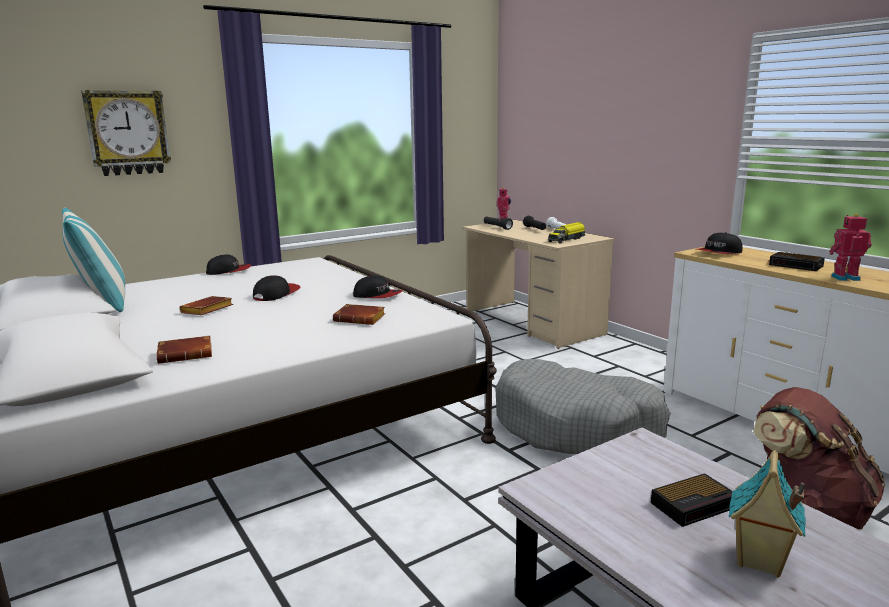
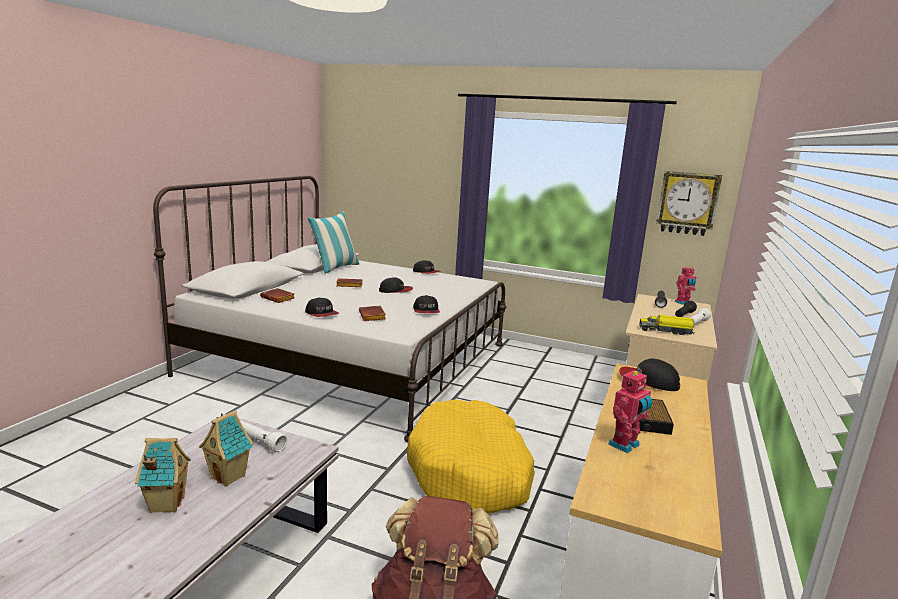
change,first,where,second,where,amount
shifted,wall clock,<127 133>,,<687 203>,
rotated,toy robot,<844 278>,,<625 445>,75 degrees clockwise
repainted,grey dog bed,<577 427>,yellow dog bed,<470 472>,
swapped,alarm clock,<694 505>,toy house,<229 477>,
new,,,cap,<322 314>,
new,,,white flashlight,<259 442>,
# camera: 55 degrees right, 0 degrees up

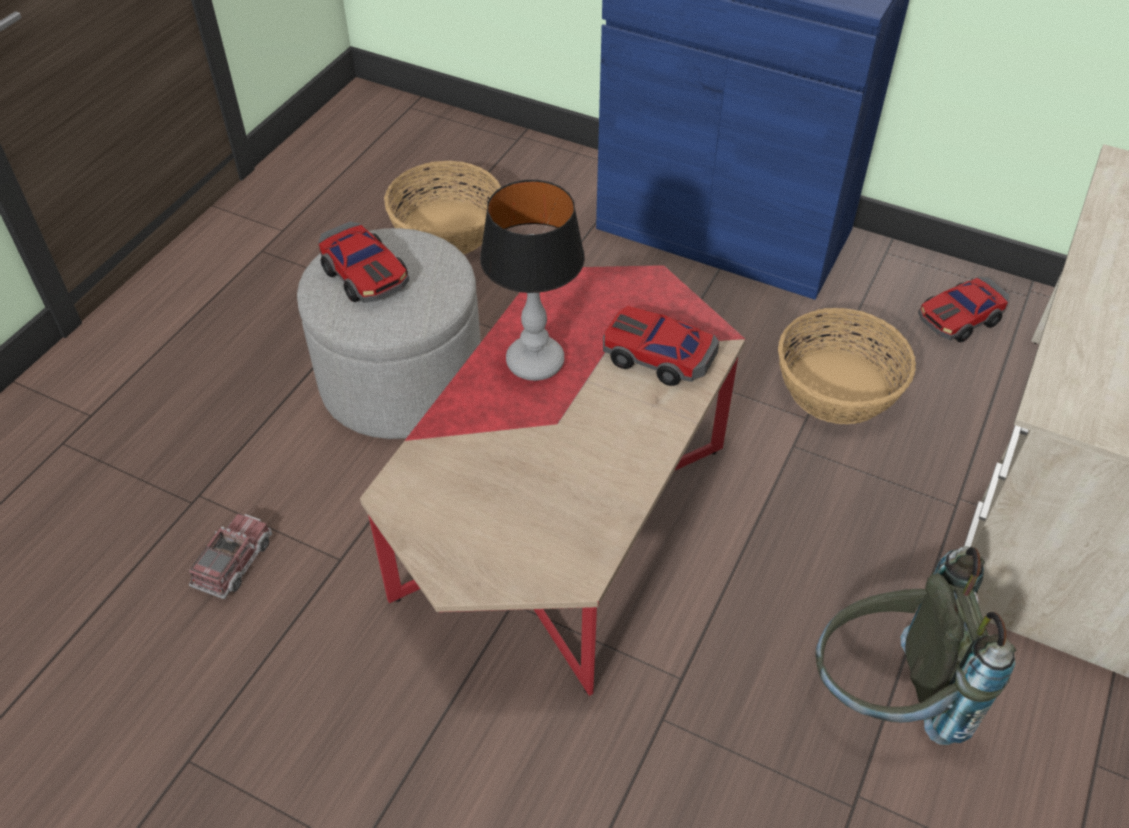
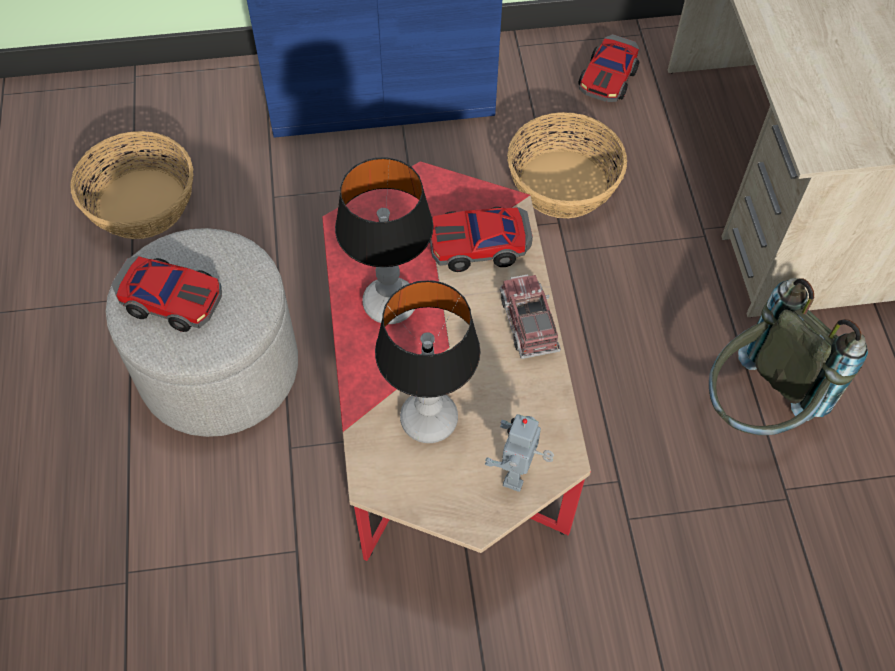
change,first,where,second,where,amount
shifted,toy truck,<234 563>,,<528 323>,
new,,,table lamp,<430 420>,
new,,,toy robot,<519 474>,
# camera: 35 degrees left, 10 degrees up

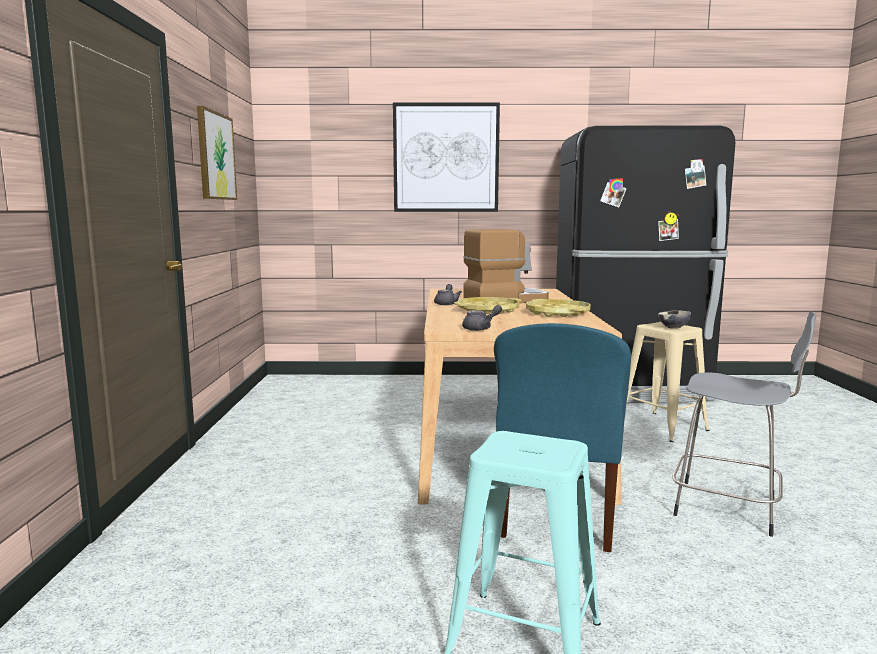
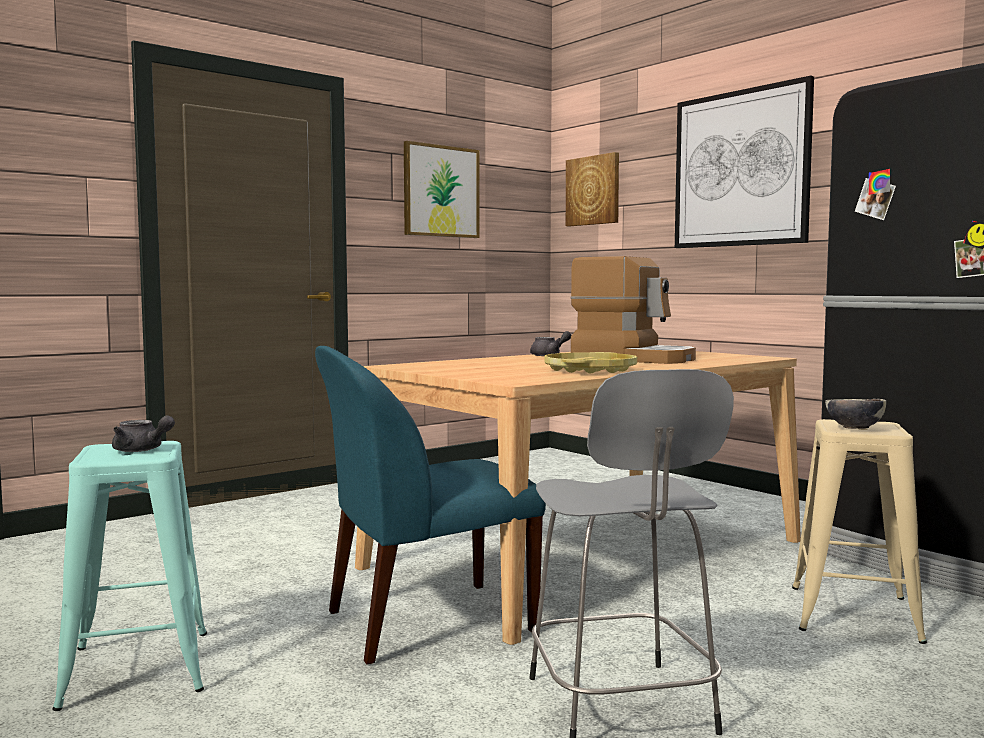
change,first,where,second,where,amount
gone,yellow tray,<487 310>,,,
shifted,grey teapot,<481 328>,,<142 450>,
new,,,picture,<593 190>,
# camera: 50 degrees right, 5 degrees down

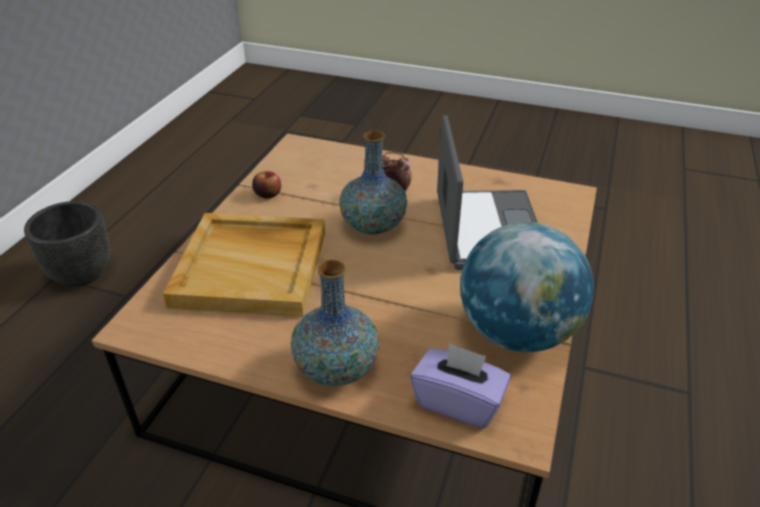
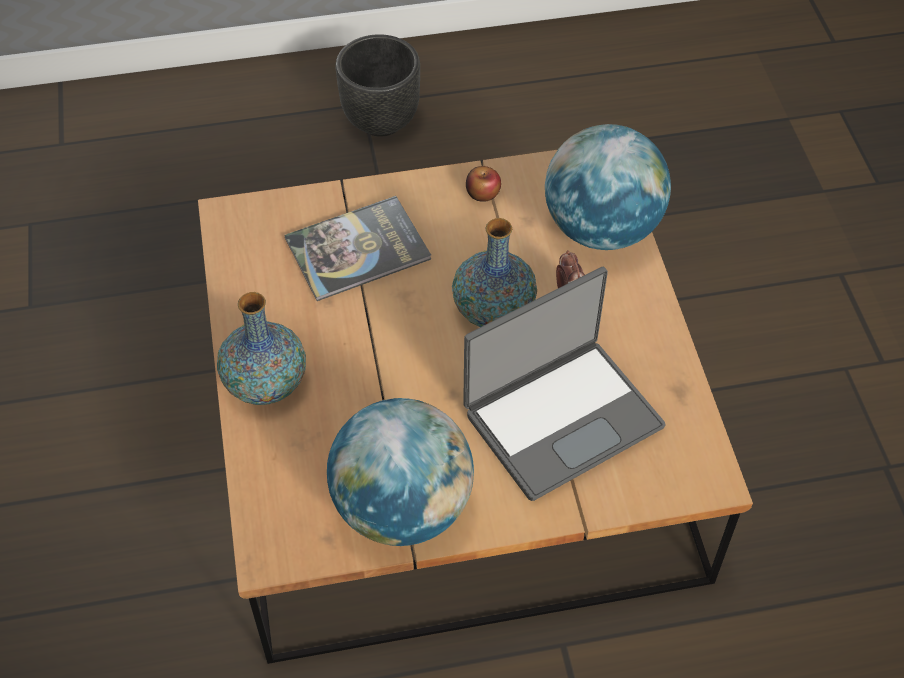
change,first,where,second,where,amount
swapped,beige tray,<253 267>,book,<357 249>,
gone,purple tissue box,<458 402>,,,
new,,,globe,<601 228>,
# camera: 60 degrees right, 15 degrees up

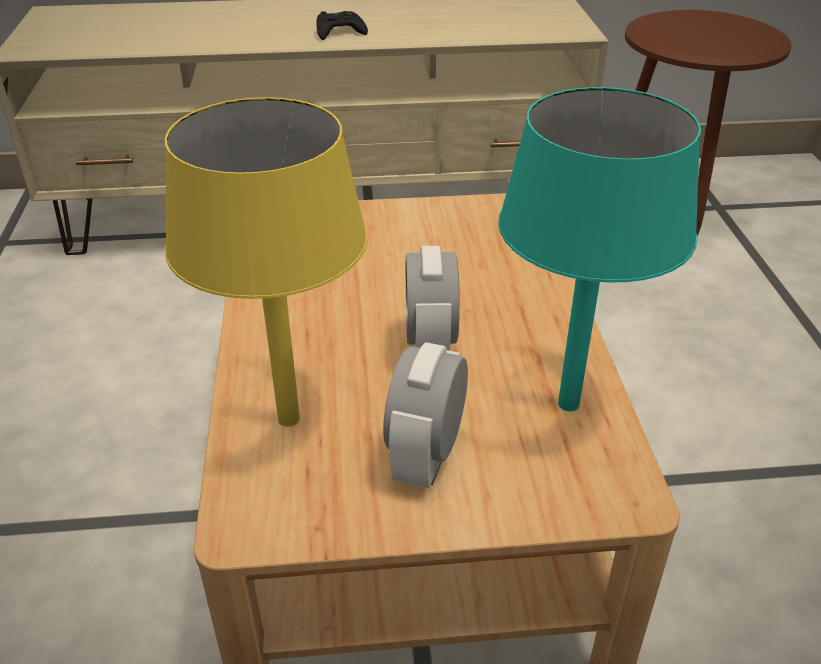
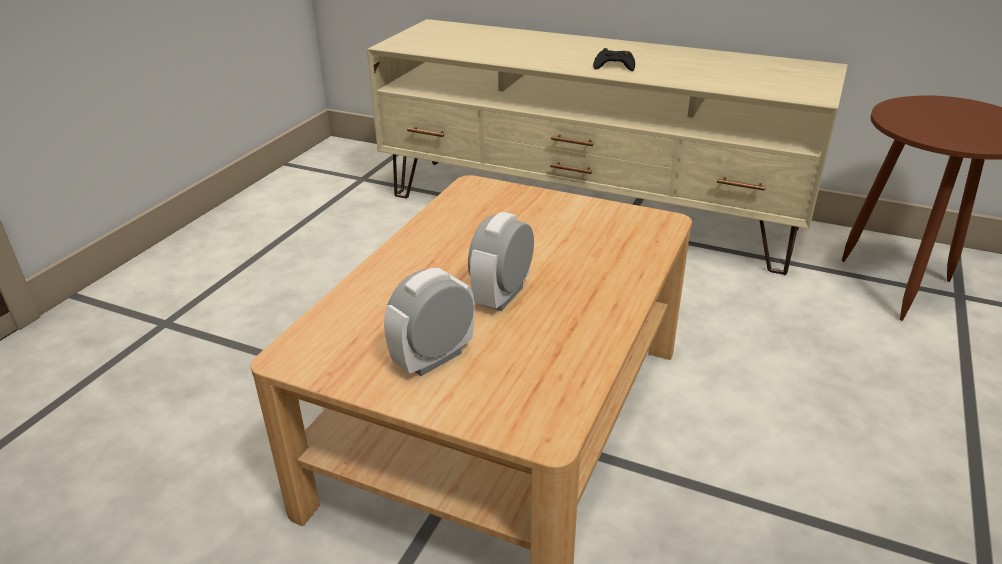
change,first,where,second,where,amount
gone,turquoise table lamp,<569 404>,,,
gone,yellow table lamp,<288 418>,,,
# camera: 30 degrees right, 5 degrees down

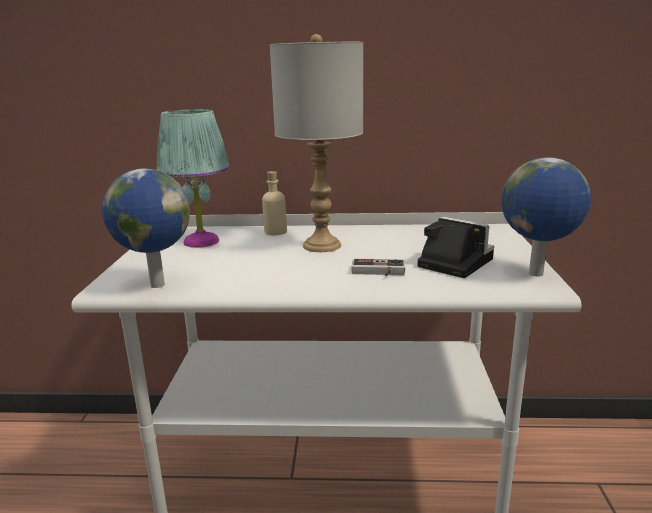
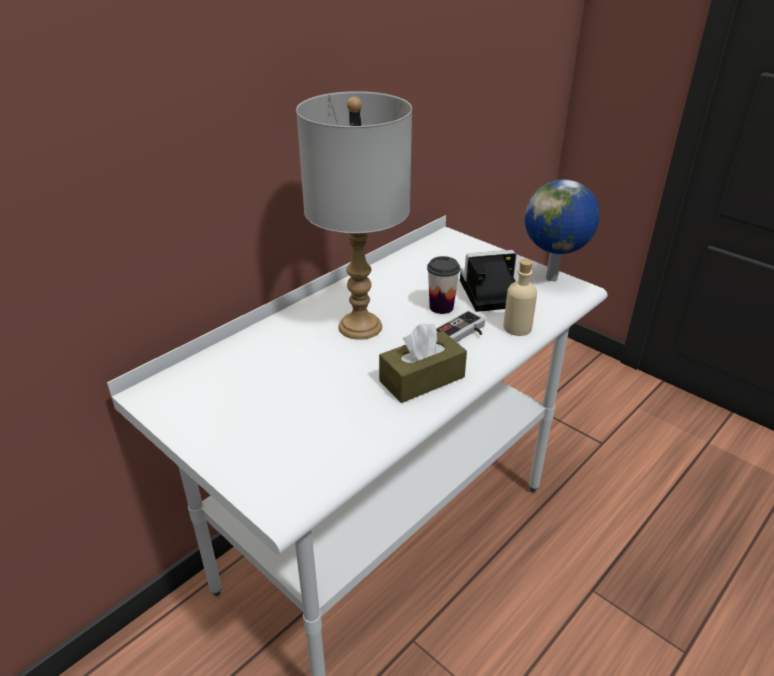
change,first,where,second,where,amount
gone,turquoise table lamp,<202 241>,,,
gone,globe,<156 285>,,,
shifted,beige bottle,<275 232>,,<517 328>,
new,,,cup,<441 307>,
new,,,brown tissue box,<422 379>,
# camera: 50 degrees left, 15 degrees up

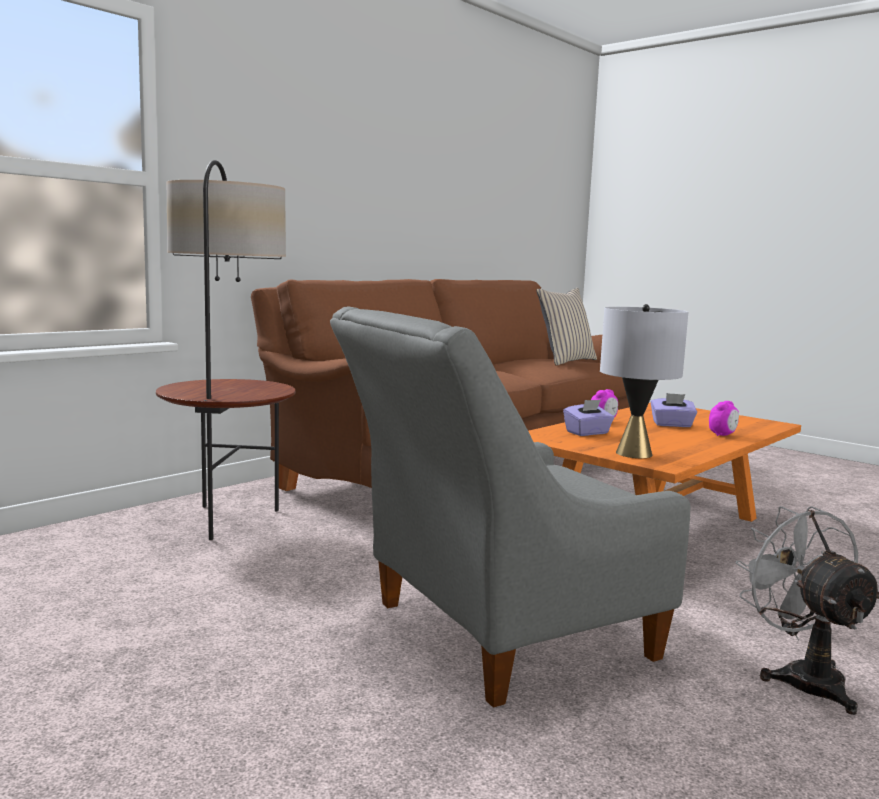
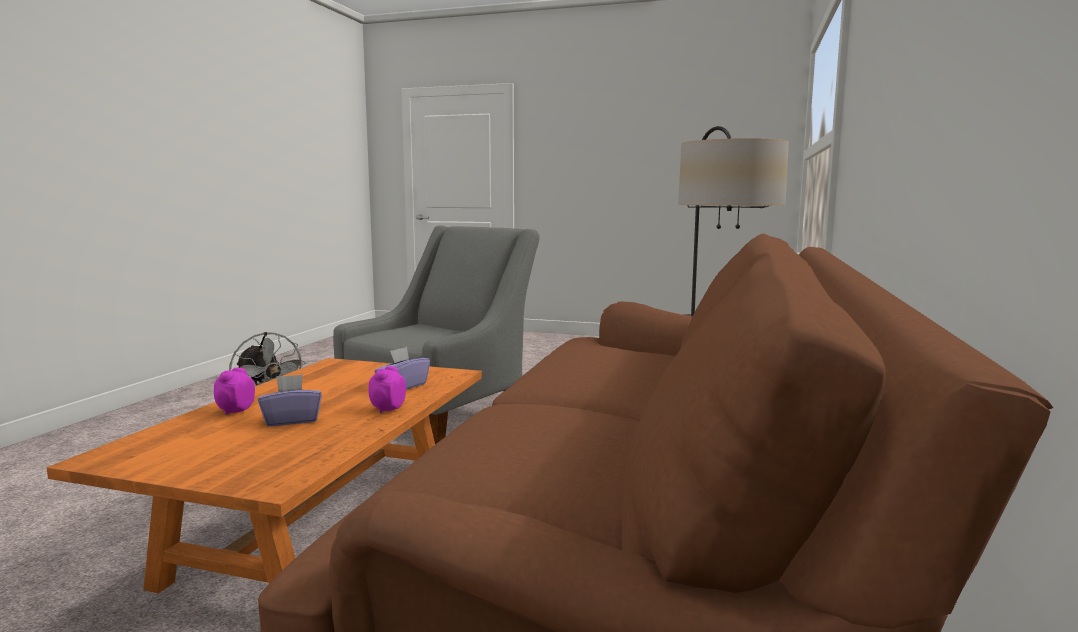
change,first,where,second,where,amount
gone,beige pillow,<565 361>,,,
gone,grey table lamp,<634 454>,,,
# camera: 155 degrees right, 0 degrees up

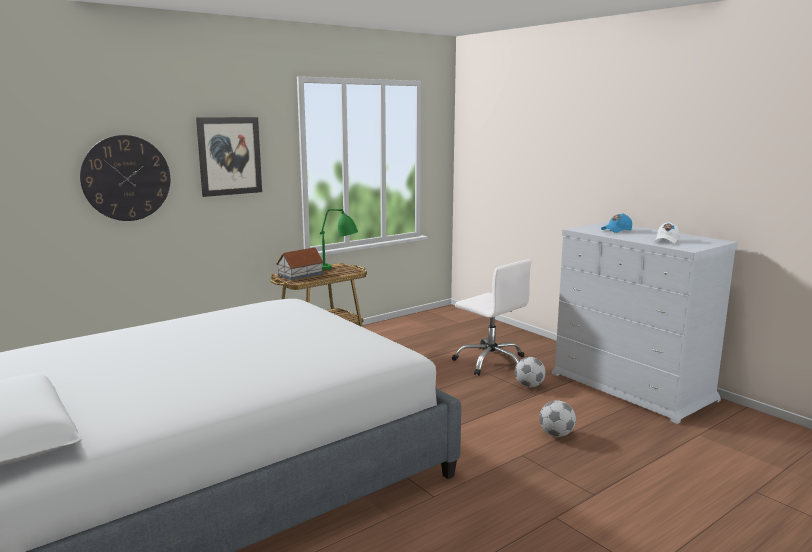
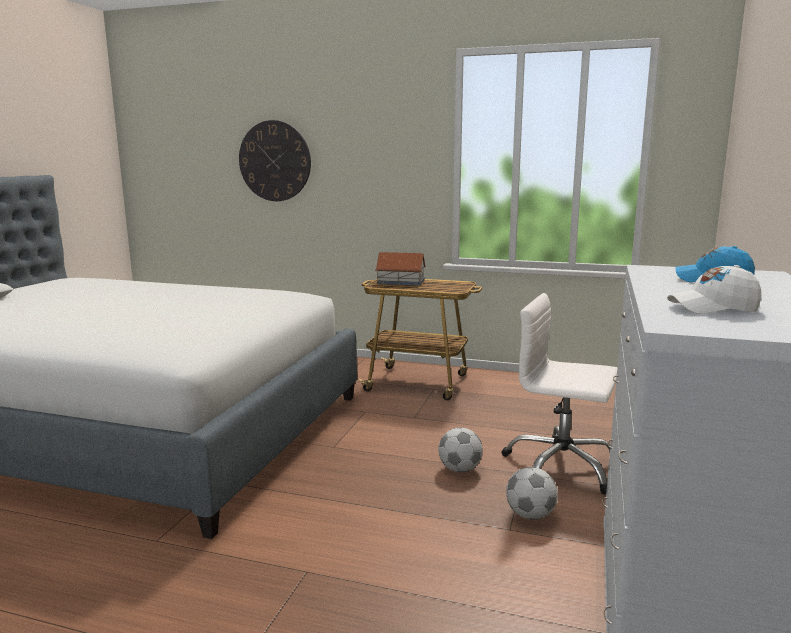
change,first,where,second,where,amount
gone,picture,<229 156>,,,
gone,green table lamp,<338 269>,,,
rotated,white office chair,<491 362>,,<561 467>,105 degrees clockwise
shifted,football,<556 434>,,<460 469>,
# camera: 55 degrees right, 0 degrees up

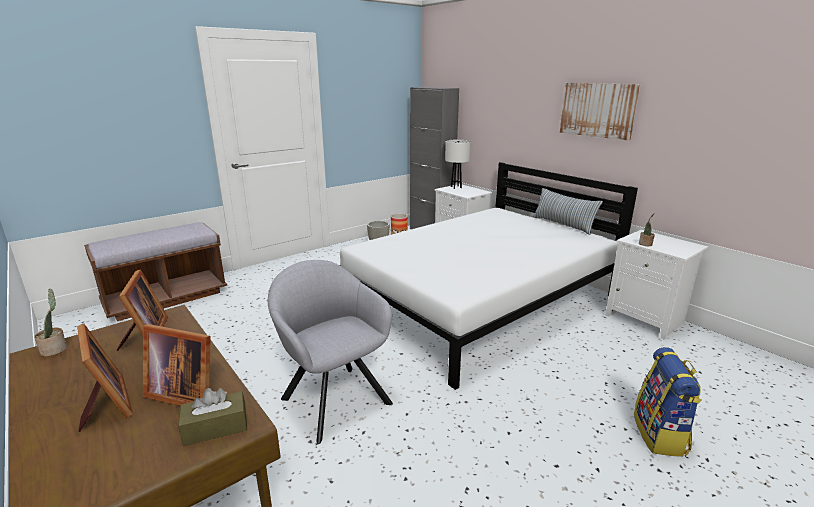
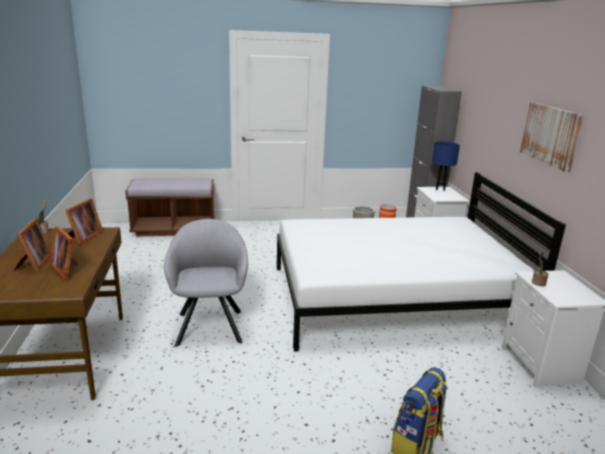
change,first,where,second,where,amount
repainted,white table lamp,<456 187>,blue table lamp,<440 189>,
gone,pillow,<563 225>,,,
gone,brown tissue box,<216 427>,,,
# camera: 30 degrees right, 0 degrees up

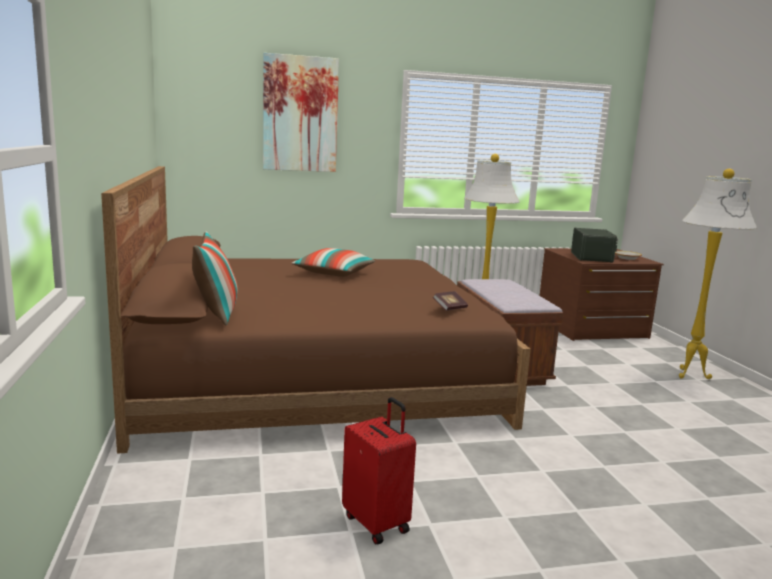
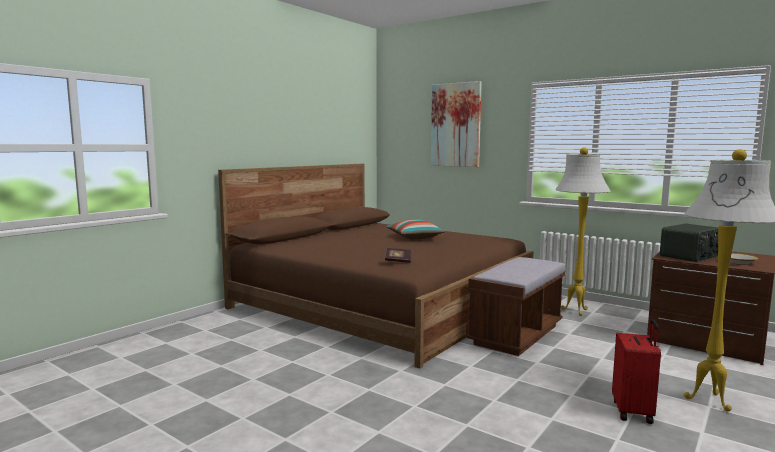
change,first,where,second,where,amount
gone,pillow,<216 314>,,,
shifted,red suitcase,<377 523>,,<633 412>,
# camera: 50 degrees right, 5 degrees down

